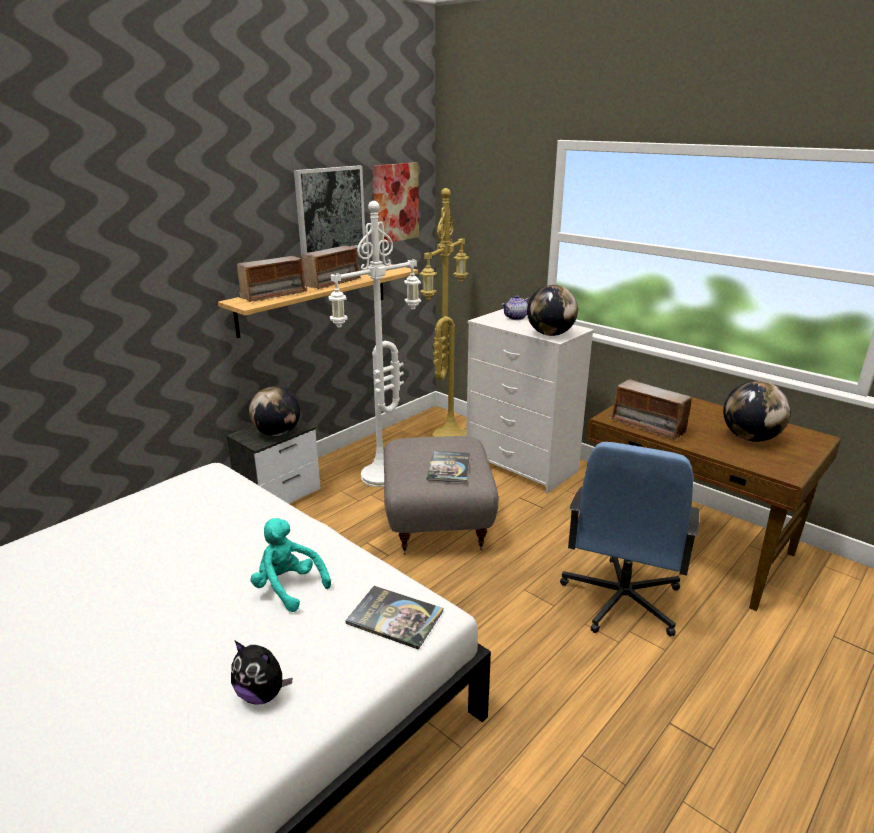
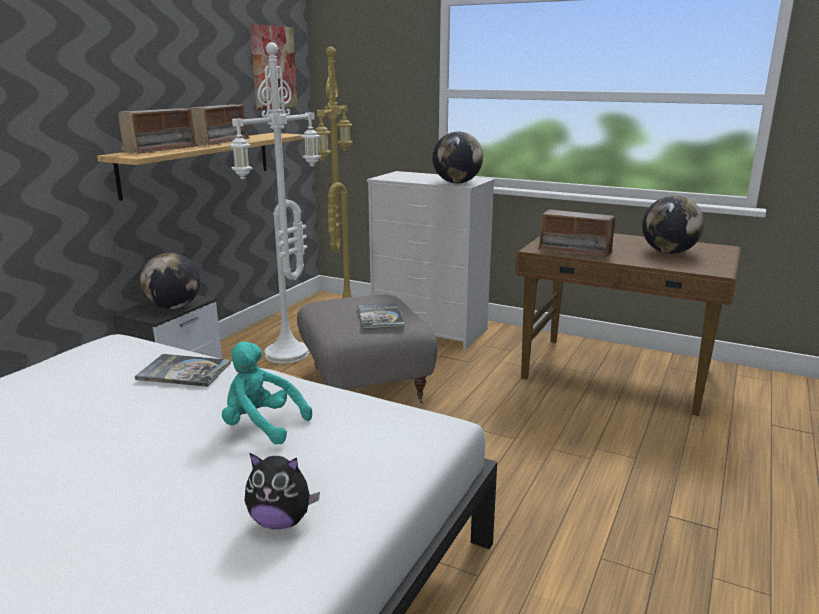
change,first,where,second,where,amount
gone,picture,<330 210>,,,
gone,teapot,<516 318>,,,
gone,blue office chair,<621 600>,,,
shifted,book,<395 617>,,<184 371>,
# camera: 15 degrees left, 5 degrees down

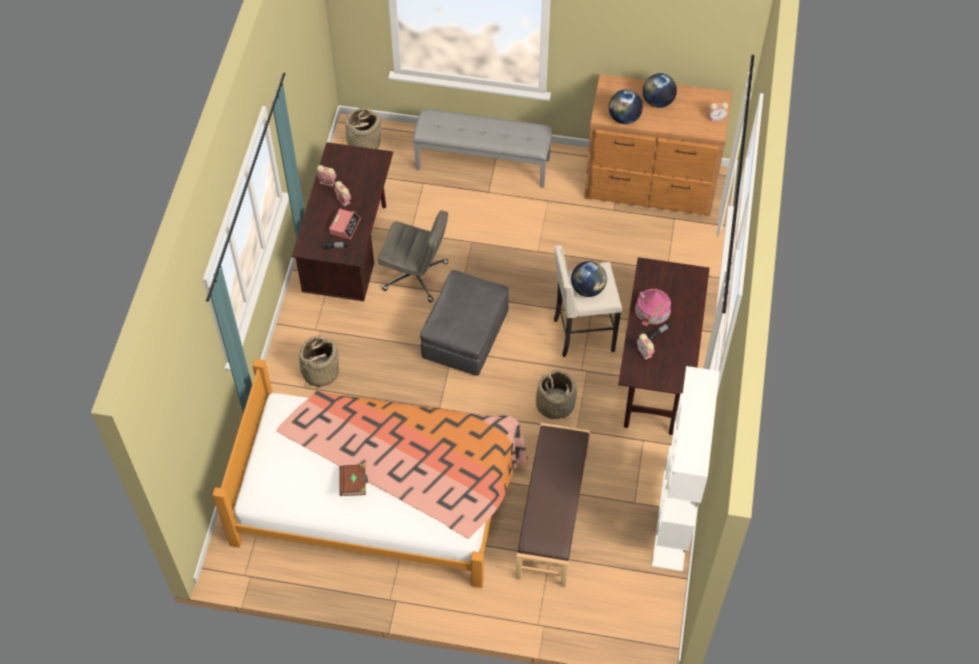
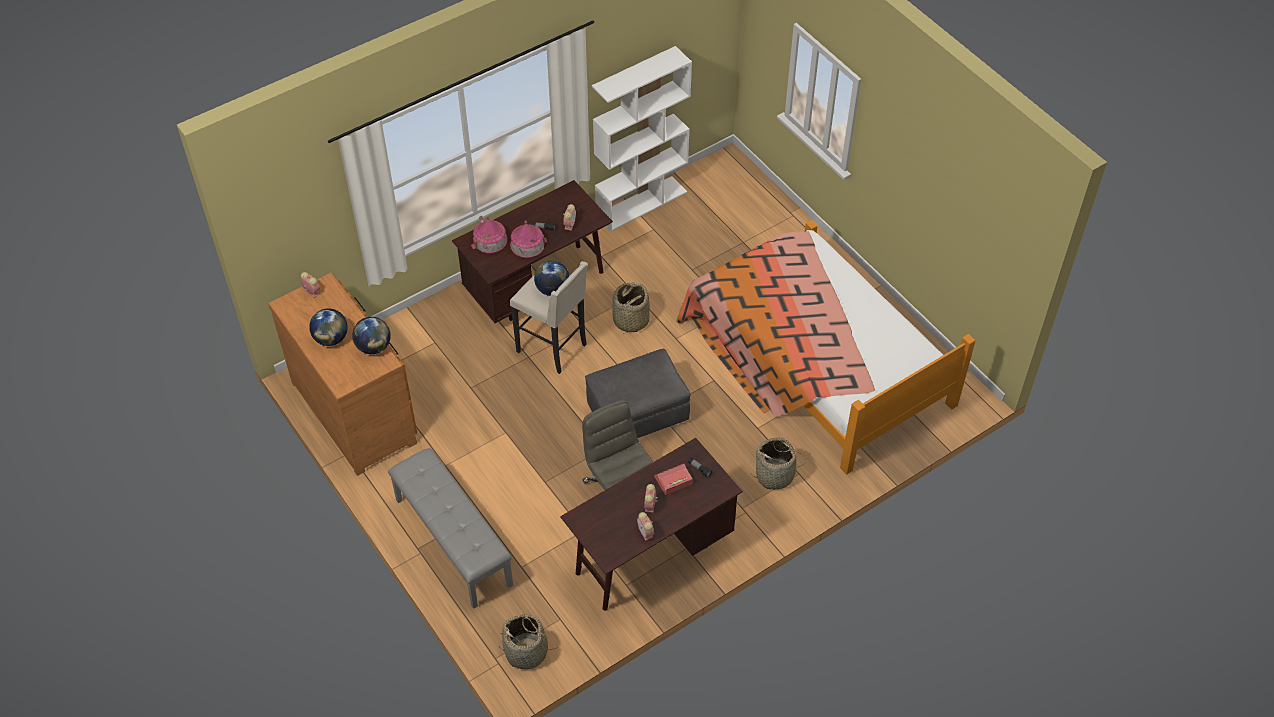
change,first,where,second,where,amount
gone,brown bench,<551 515>,,,
gone,brown book,<354 483>,,,
new,,,toy house,<490 240>,
# camera: 135 degrees left, 5 degrees down

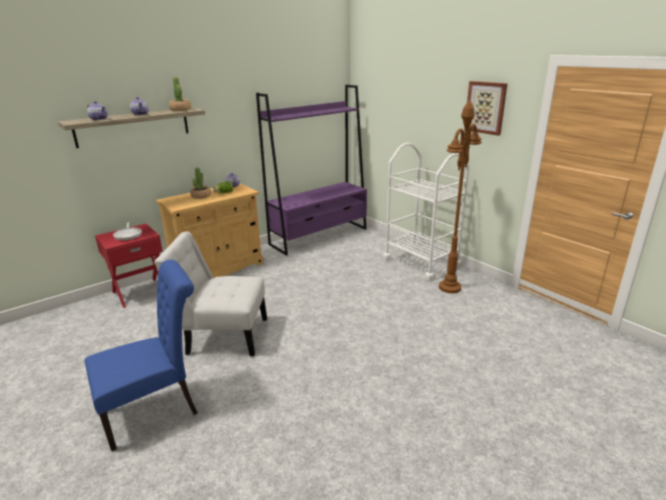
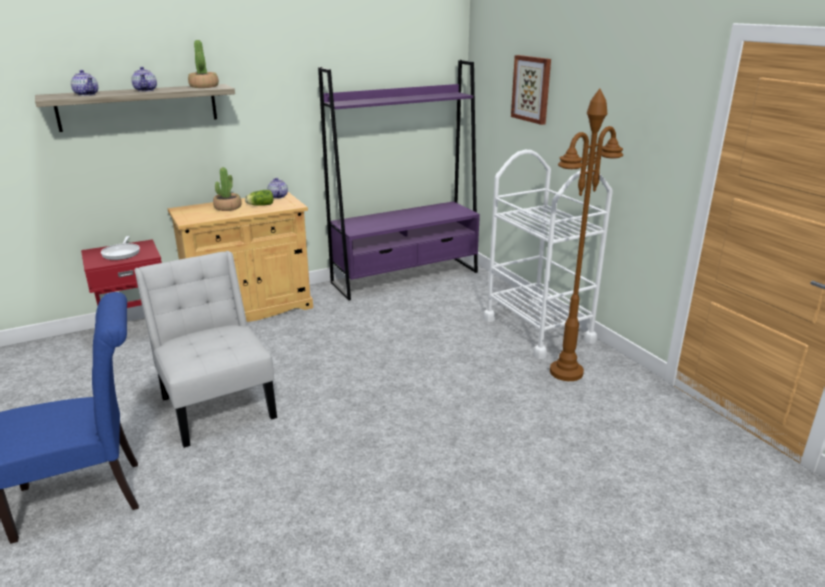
change,first,where,second,where,amount
shifted,picture,<486 107>,,<532 89>,
rotated,white chair,<223 335>,,<217 404>,45 degrees clockwise
# camera: 10 degrees right, 0 degrees up

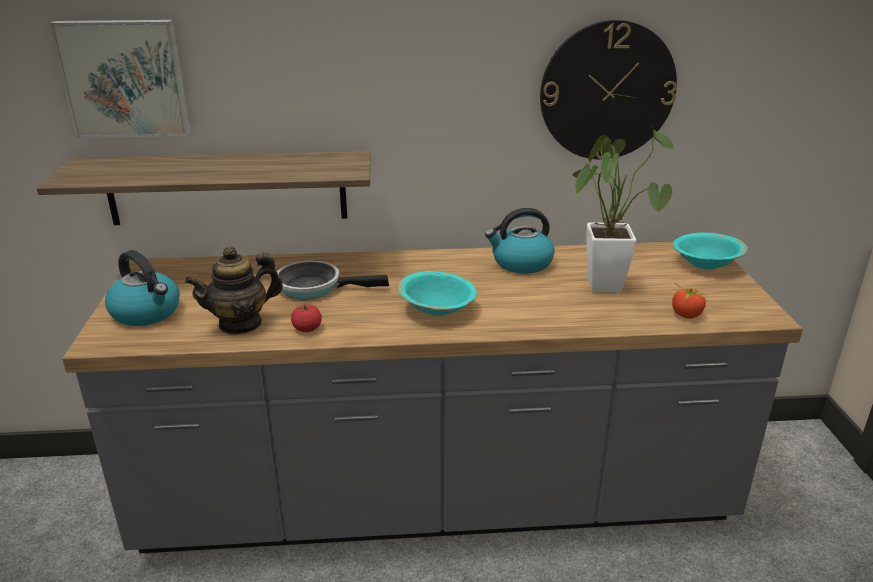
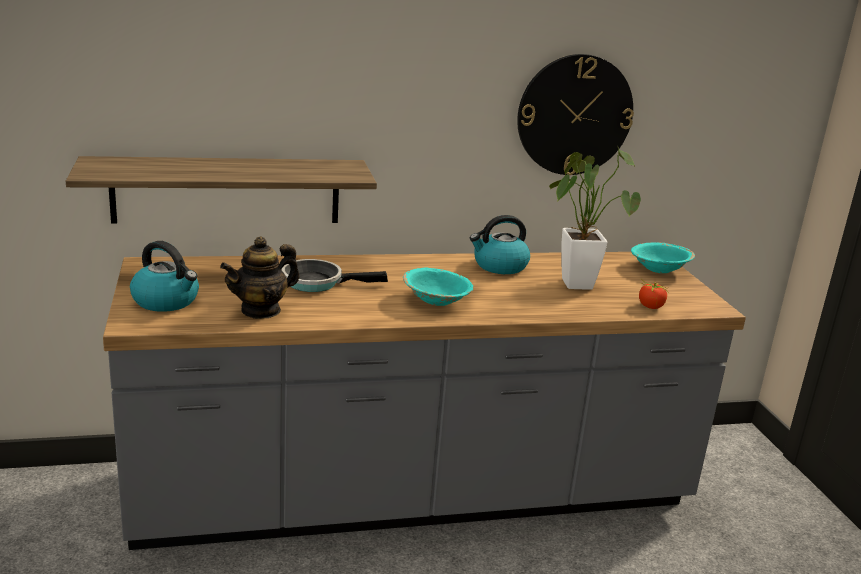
change,first,where,second,where,amount
gone,picture,<125 78>,,,
gone,tomato,<307 329>,,,
# camera: 10 degrees left, 5 degrees down

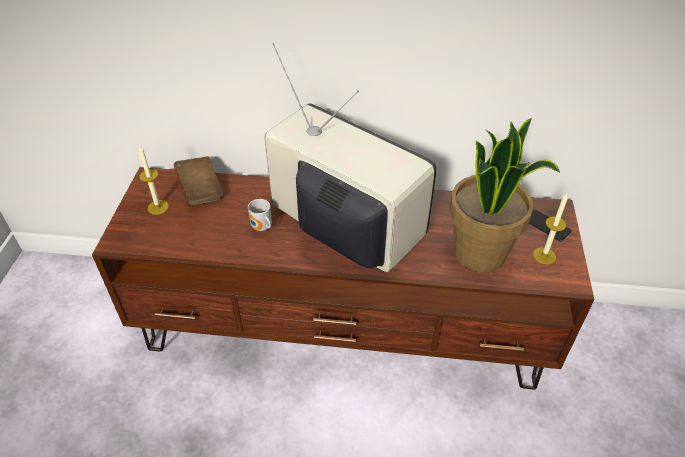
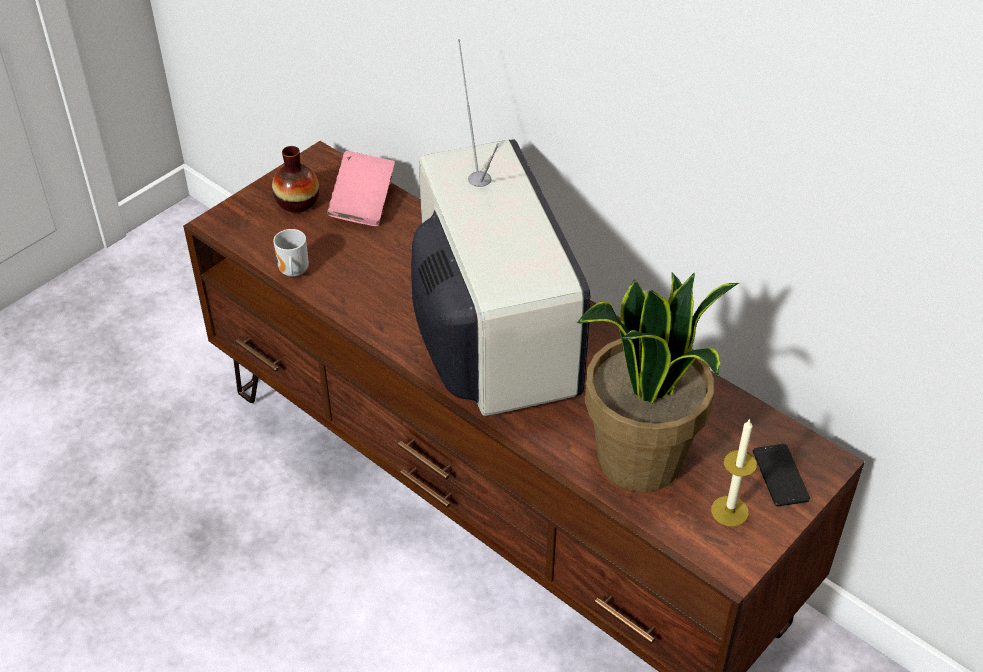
change,first,where,second,where,amount
swapped,candle,<158 207>,vase,<297 202>,
repainted,brown book,<200 191>,pink book,<363 204>,
shifted,mug,<261 228>,,<292 273>,
# camera: 35 degrees right, 0 degrees up

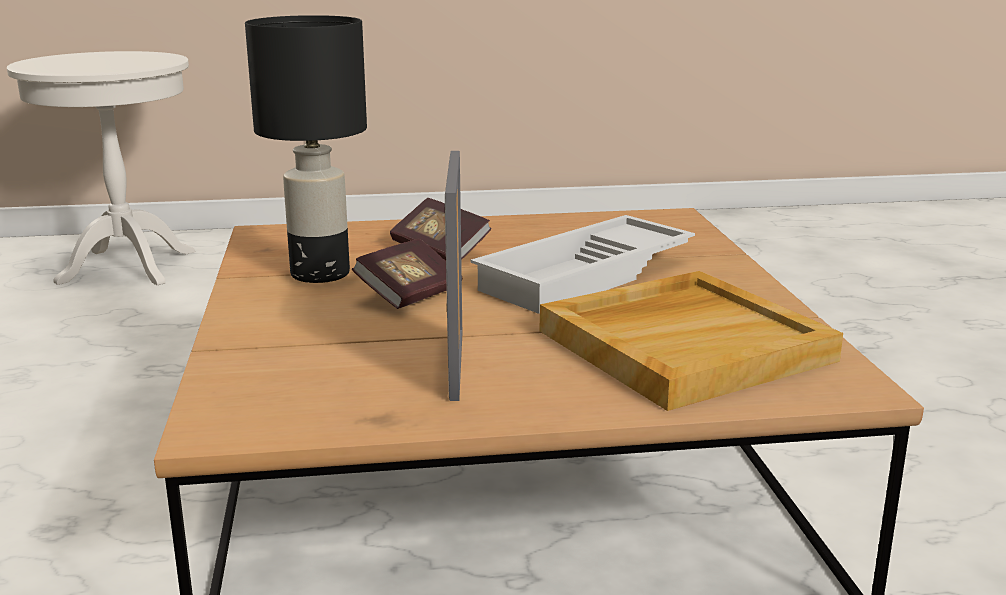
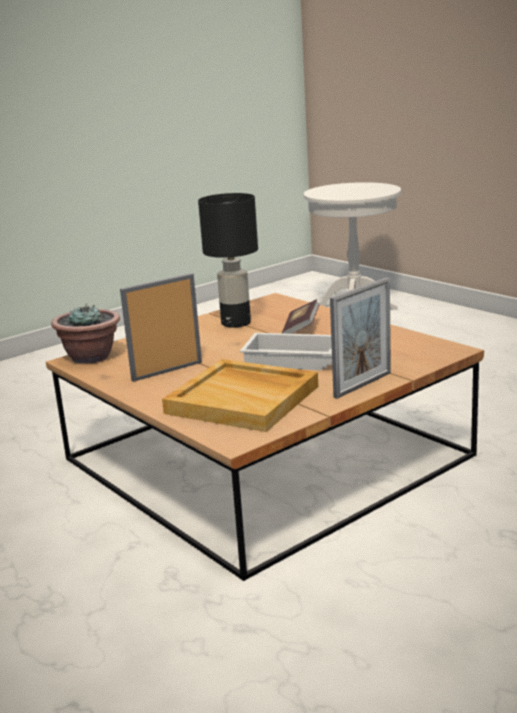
change,first,where,second,where,amount
gone,book,<409 295>,,,
new,,,picture frame,<363 385>,
new,,,potted plant,<91 357>,
# camera: 60 degrees right, 0 degrees up

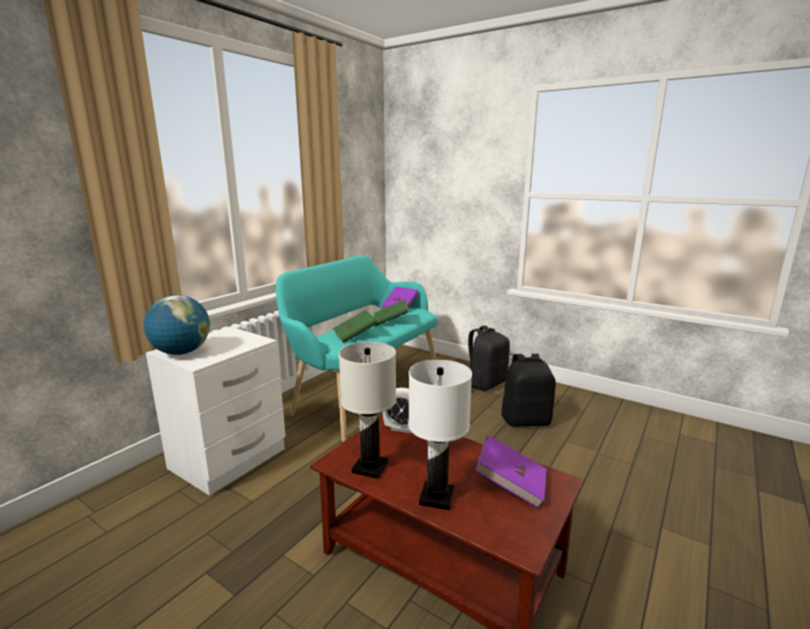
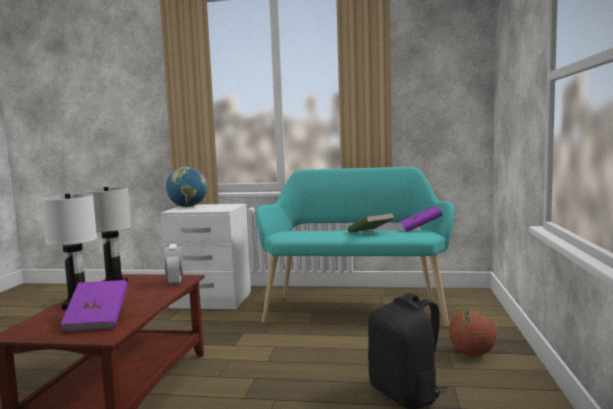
change,first,where,second,where,amount
gone,green book,<355 336>,,,
swapped,black backpack,<486 383>,basketball,<472 354>,
# camera: 65 degrees right, 10 degrees down

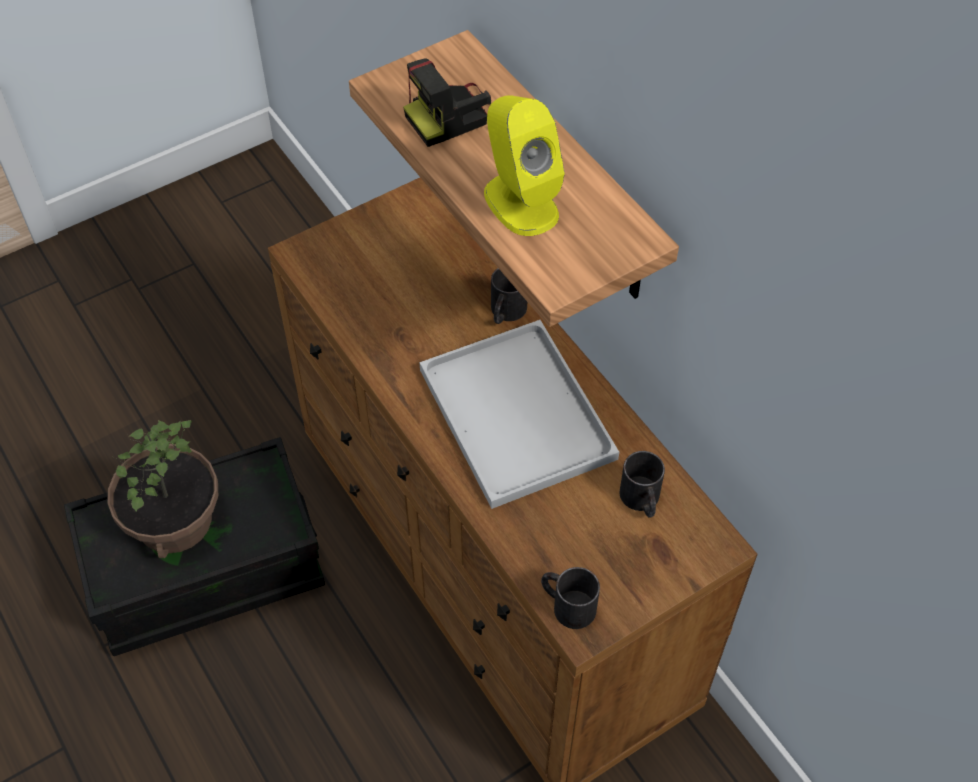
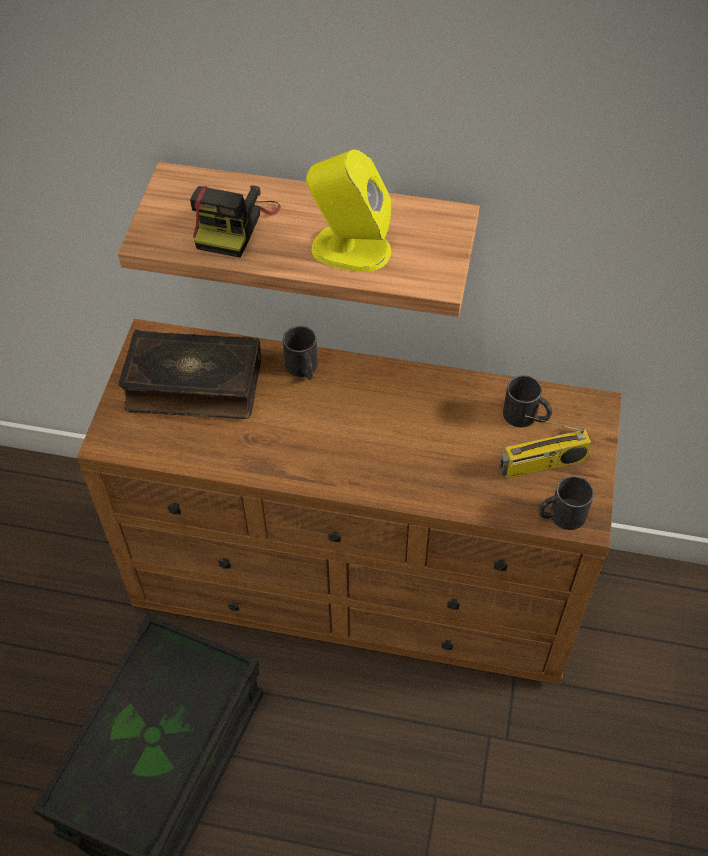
change,first,where,second,where,amount
gone,white tray,<520 416>,,,
gone,potted plant,<173 520>,,,
new,,,book,<193 385>,
new,,,radio,<542 465>,
# camera: 45 degrees left, 0 degrees up

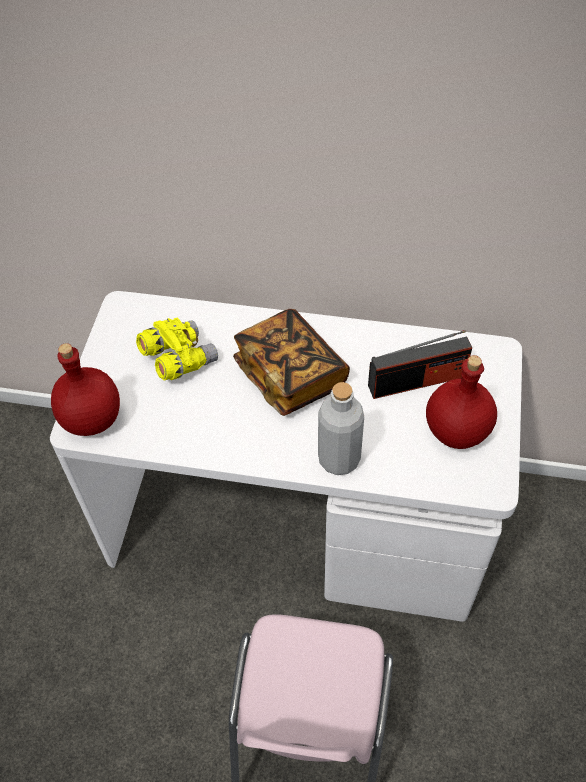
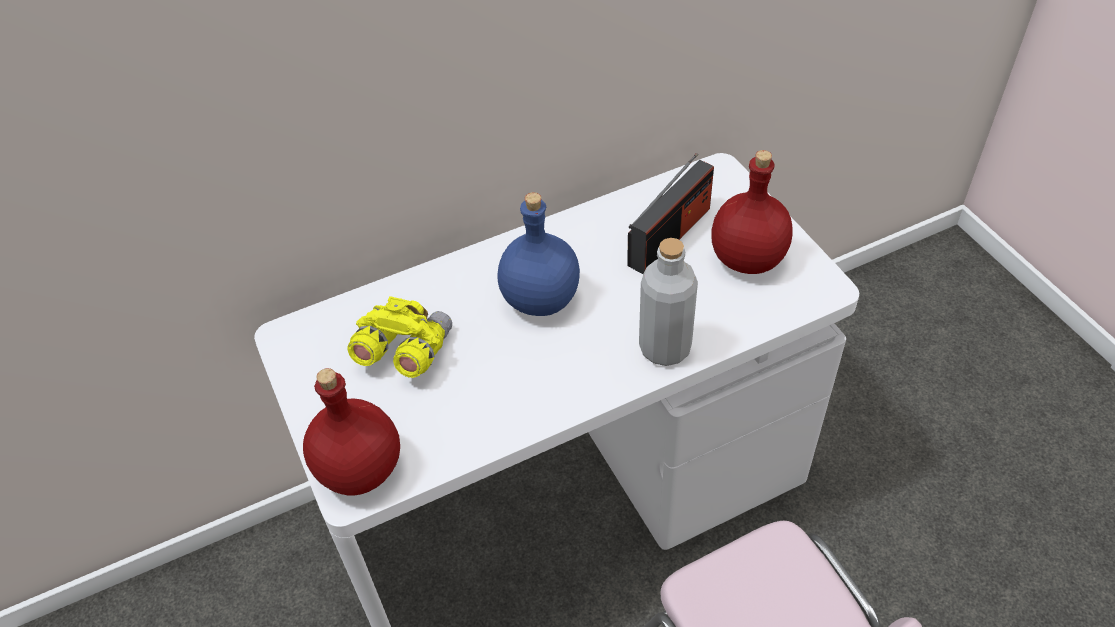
change,first,where,second,where,amount
swapped,book,<290 375>,blue bottle,<541 300>,
# camera: 35 degrees left, 5 degrees down

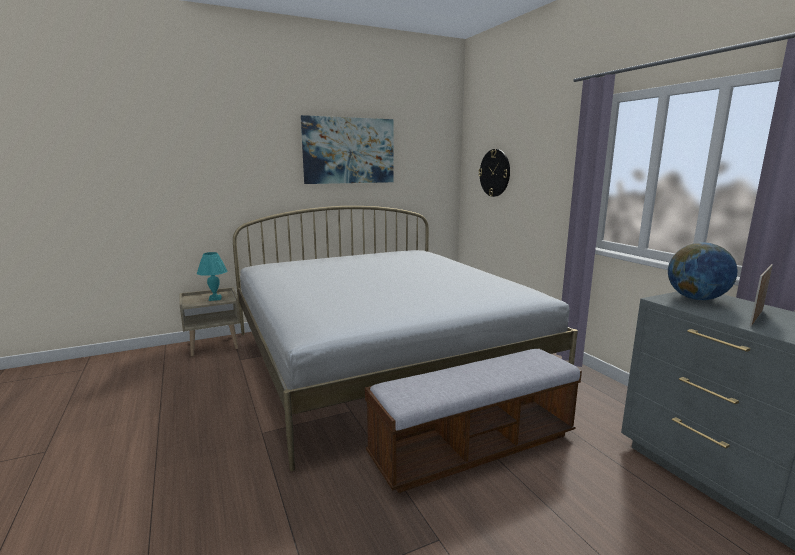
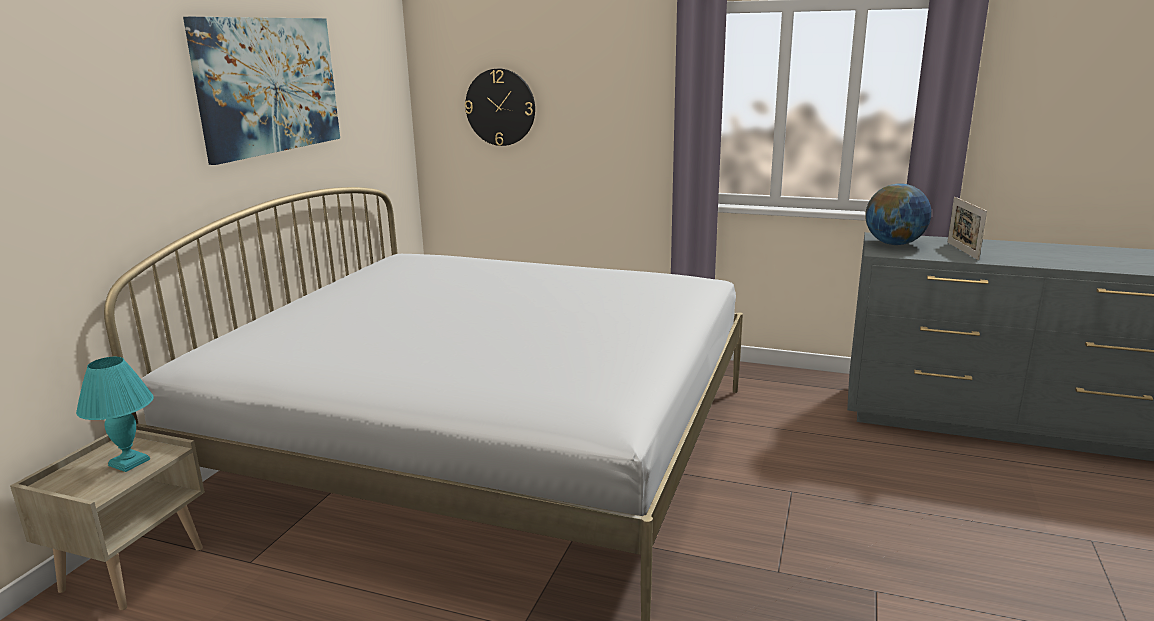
change,first,where,second,where,amount
gone,bench,<474 447>,,,
# camera: 45 degrees left, 5 degrees up

